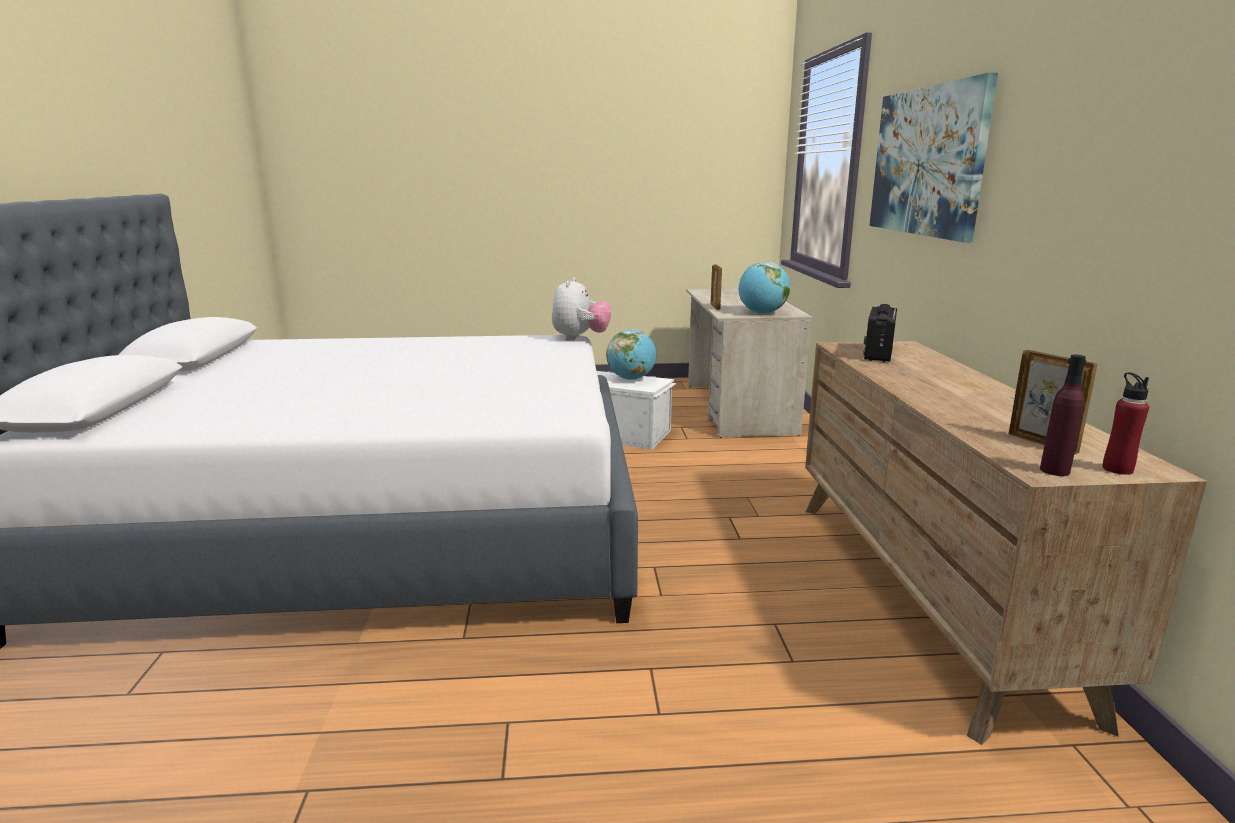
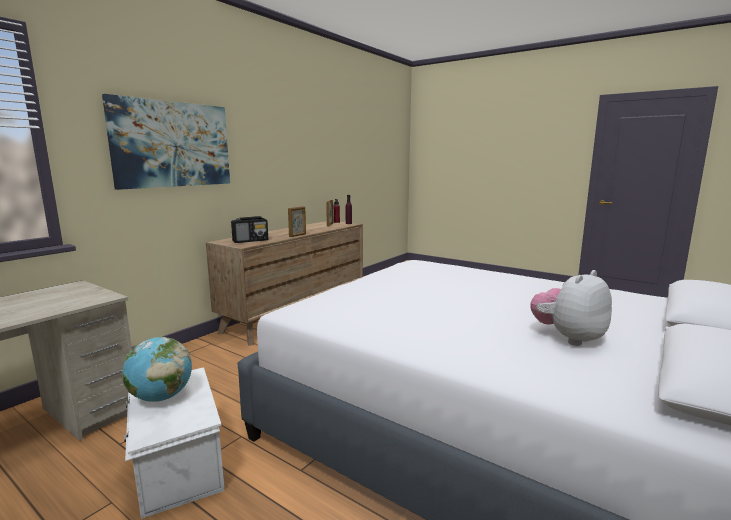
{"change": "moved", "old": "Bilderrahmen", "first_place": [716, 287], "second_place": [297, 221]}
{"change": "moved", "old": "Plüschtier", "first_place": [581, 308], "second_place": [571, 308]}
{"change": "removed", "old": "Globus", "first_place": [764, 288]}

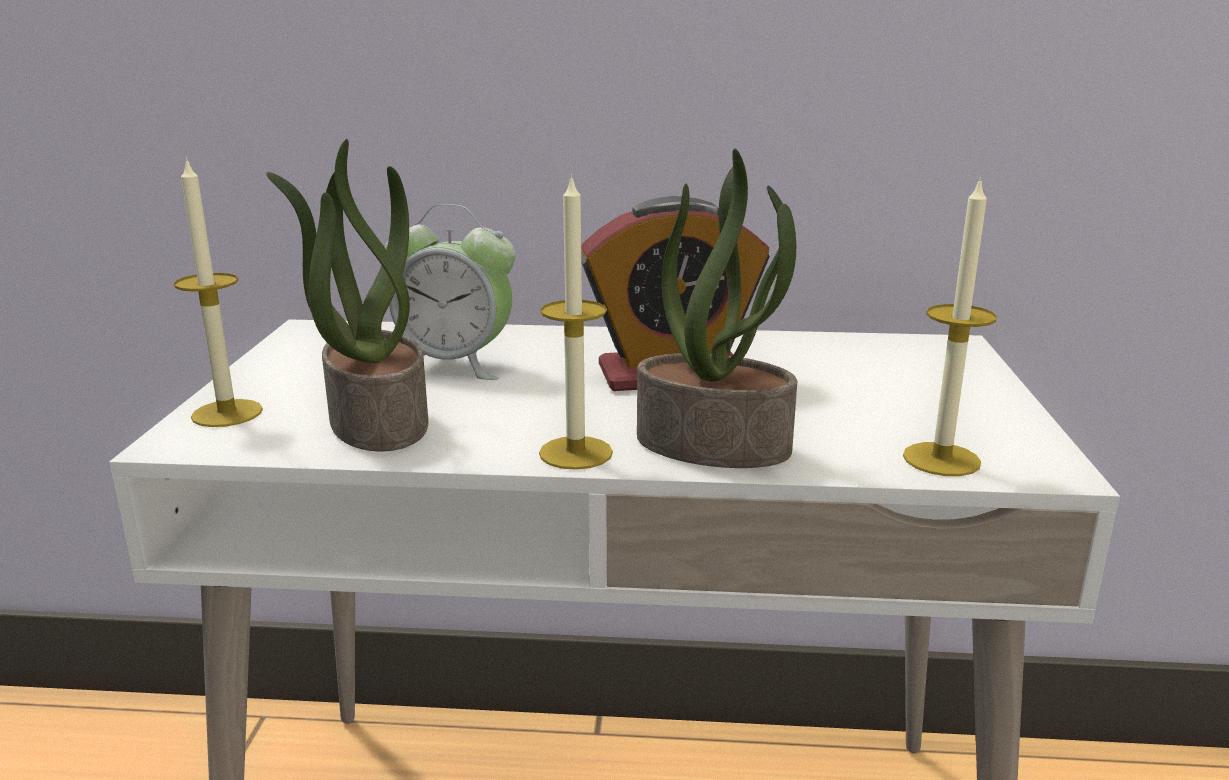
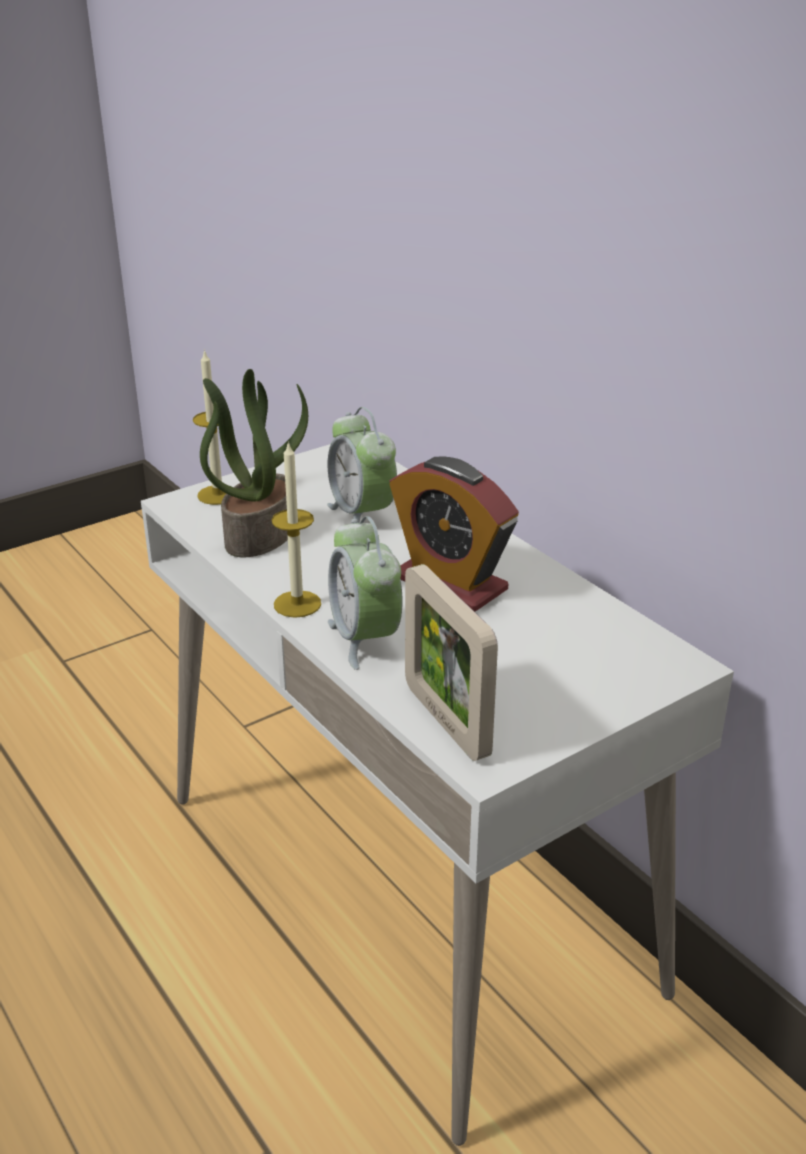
{"change": "replaced", "old": "Topfpflanze", "new": "Wecker", "first_place": [717, 308], "second_place": [365, 593]}
{"change": "replaced", "old": "Kerze", "new": "Bilderrahmen", "first_place": [950, 326], "second_place": [451, 662]}

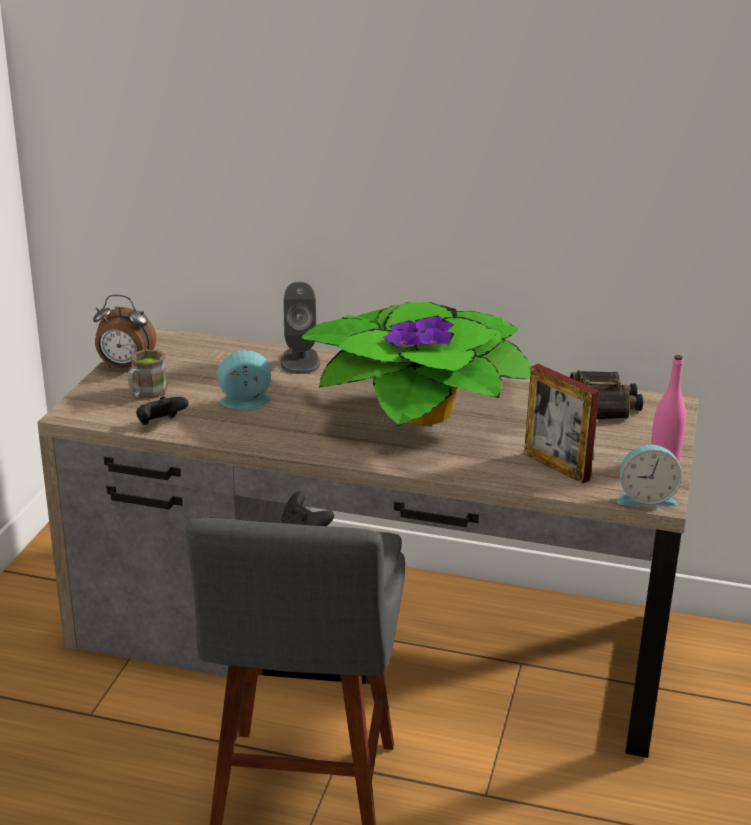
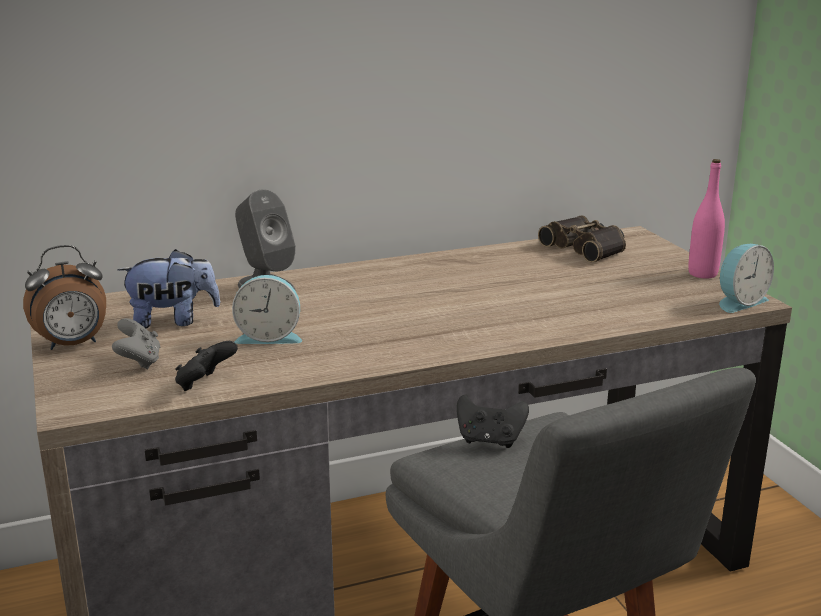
{"change": "replaced", "old": "Henkelbecher (braun)", "new": "Gamepad (grau)", "first_place": [147, 374], "second_place": [136, 344]}
{"change": "added", "new": "Plüschtier", "second_place": [169, 289]}
{"change": "turned", "old": "Wecker", "first_place": [244, 379], "second_place": [267, 309], "degrees": -135}
{"change": "removed", "old": "Topfpflanze", "first_place": [415, 364]}
{"change": "removed", "old": "Bilderrahmen", "first_place": [562, 424]}

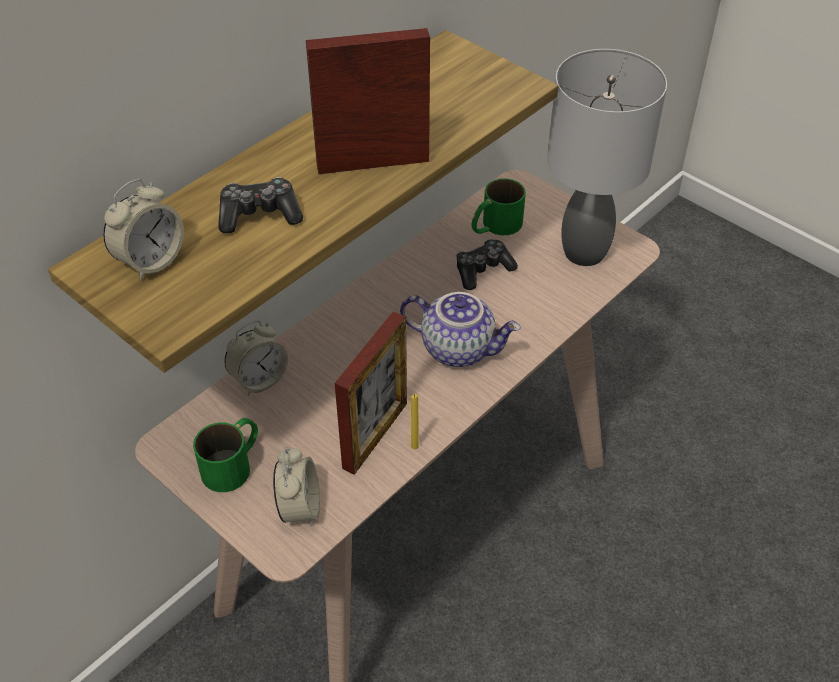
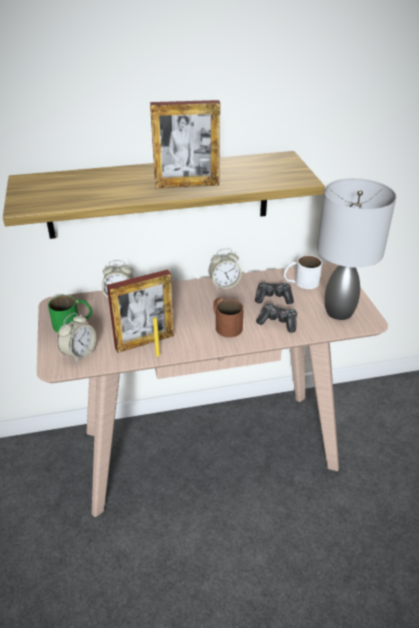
{"change": "turned", "old": "Bilderrahmen", "first_place": [368, 101], "second_place": [185, 144], "degrees": 150}
{"change": "moved", "old": "Wecker", "first_place": [143, 229], "second_place": [225, 269]}
{"change": "replaced", "old": "Teekanne", "new": "Henkelbecher (braun)", "first_place": [460, 329], "second_place": [228, 317]}
{"change": "moved", "old": "Gamepad", "first_place": [260, 205], "second_place": [276, 318]}
{"change": "recoloured", "old": "Henkelbecher (grün)", "new": "Henkelbecher (weiß)", "first_place": [499, 206], "second_place": [302, 272]}

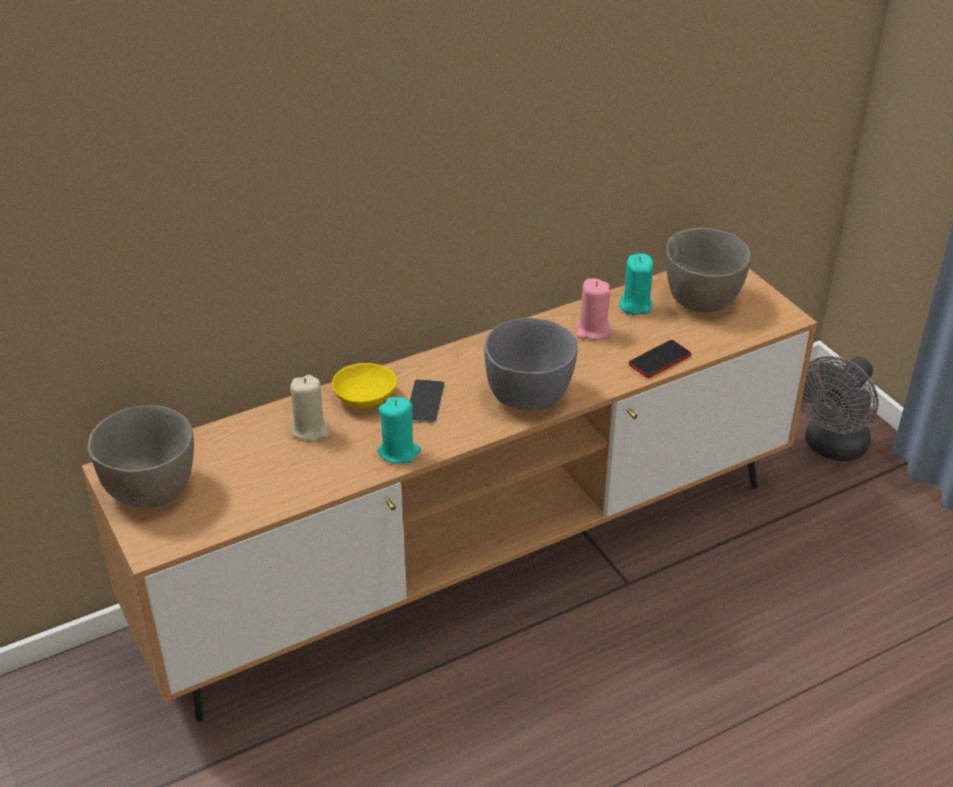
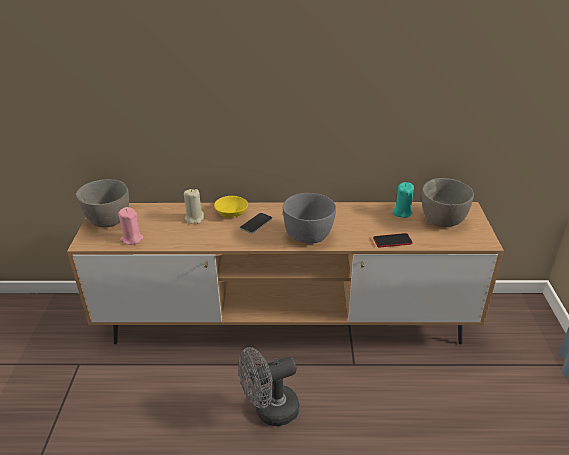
{"change": "moved", "old": "Kerze (rosa)", "first_place": [593, 309], "second_place": [131, 226]}
{"change": "moved", "old": "Ventilator (grau)", "first_place": [840, 408], "second_place": [268, 386]}
{"change": "removed", "old": "Kerze (türkis)", "first_place": [399, 430]}

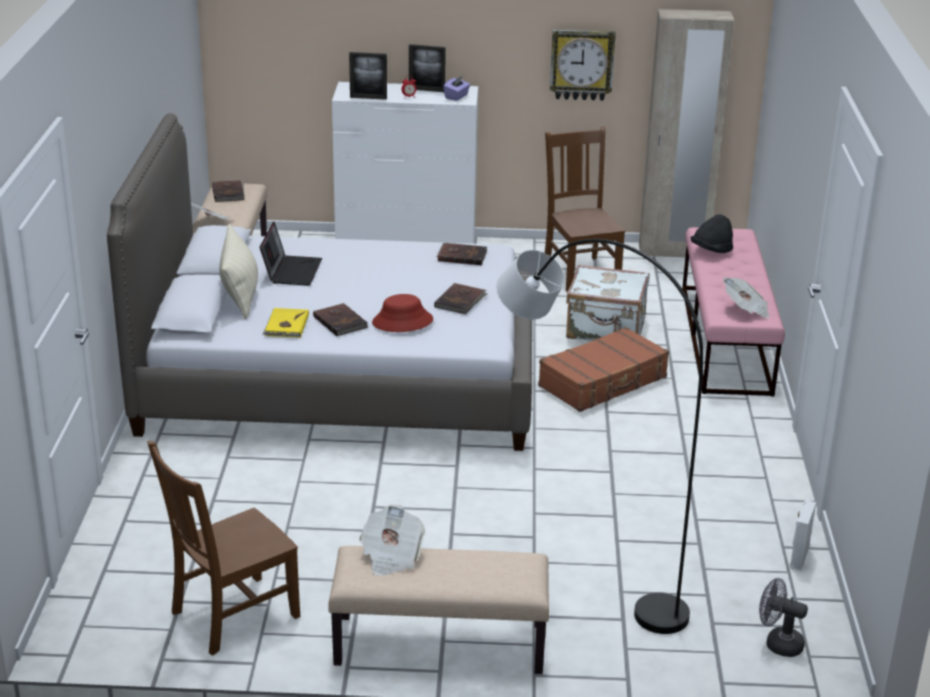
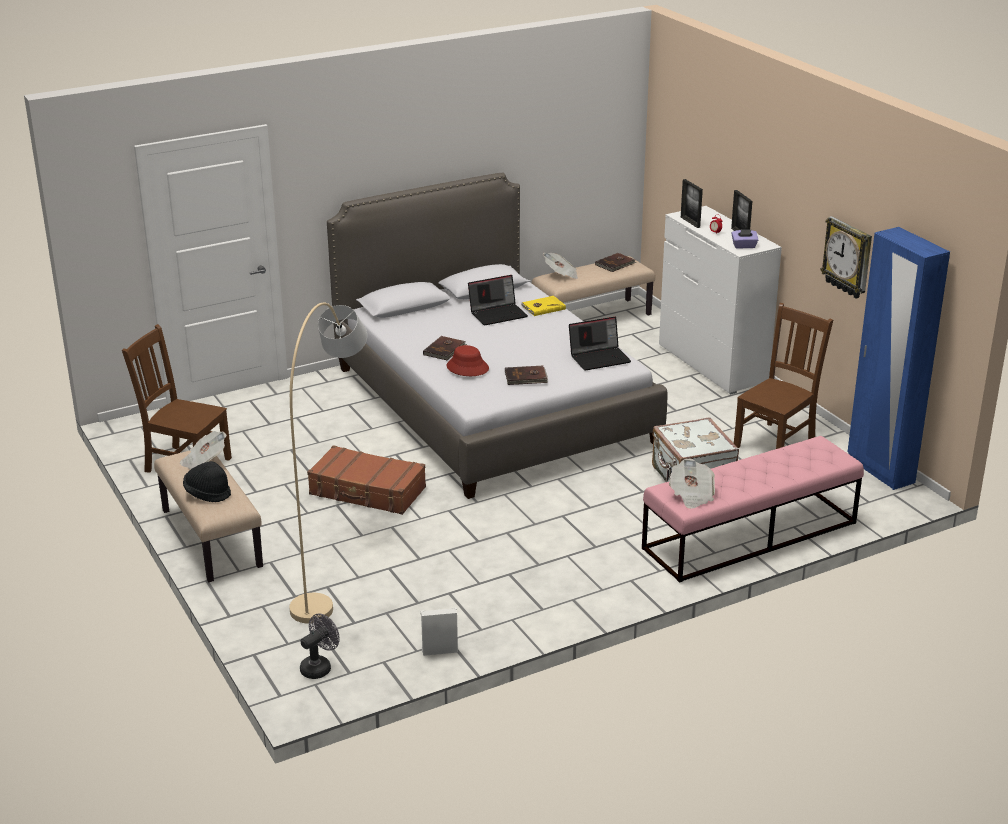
{"change": "moved", "old": "Hut (schwarz)", "first_place": [712, 233], "second_place": [207, 481]}
{"change": "recoloured", "old": "Stehlampe (schwarz)", "new": "Stehlampe (beige)", "first_place": [599, 436], "second_place": [328, 463]}
{"change": "turned", "old": "Ventilator (grau)", "first_place": [783, 617], "second_place": [320, 646], "degrees": 45}
{"change": "moved", "old": "Koffer (braun)", "first_place": [603, 369], "second_place": [366, 480]}
{"change": "moved", "old": "Buch (gelb)", "first_place": [285, 323], "second_place": [543, 306]}
{"change": "replaced", "old": "Buch (braun)", "new": "Laptop", "first_place": [462, 254], "second_place": [600, 343]}
{"change": "recoloured", "old": "Kleiderschrank (beige)", "new": "Kleiderschrank (blau)", "first_place": [686, 133], "second_place": [899, 358]}
{"change": "removed", "old": "Kissen (beige)", "first_place": [238, 271]}

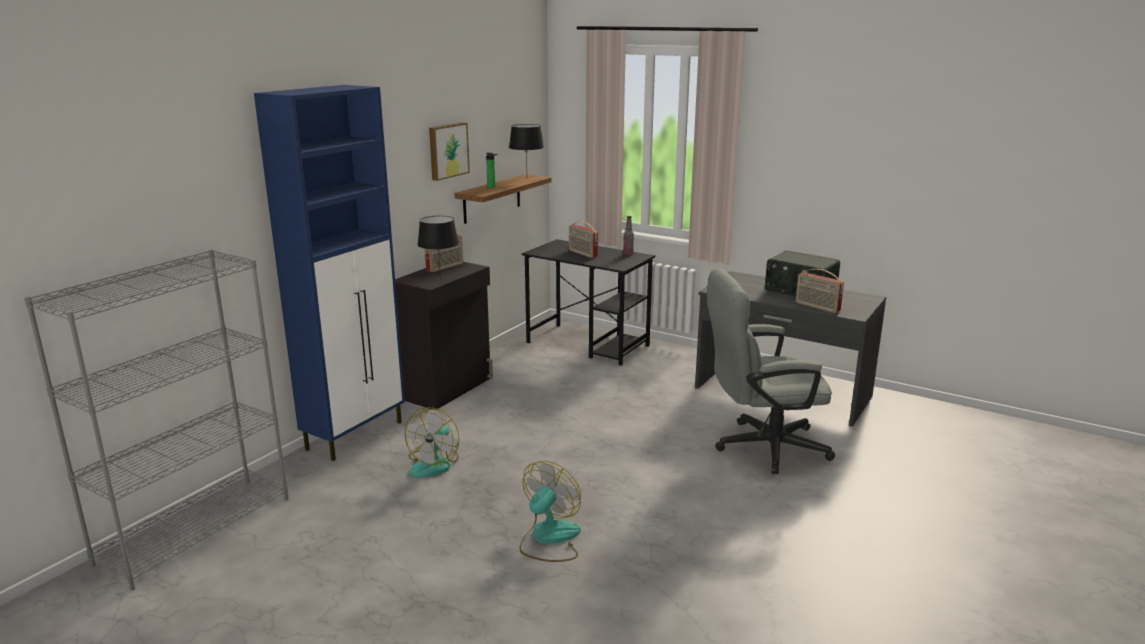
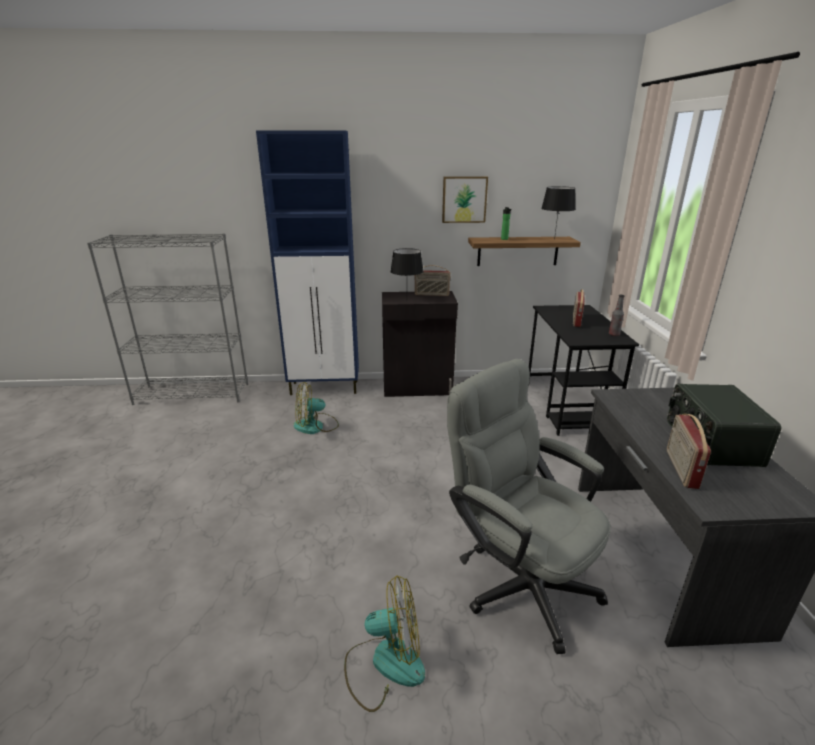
{"change": "moved", "old": "Ventilator", "first_place": [550, 511], "second_place": [384, 644]}

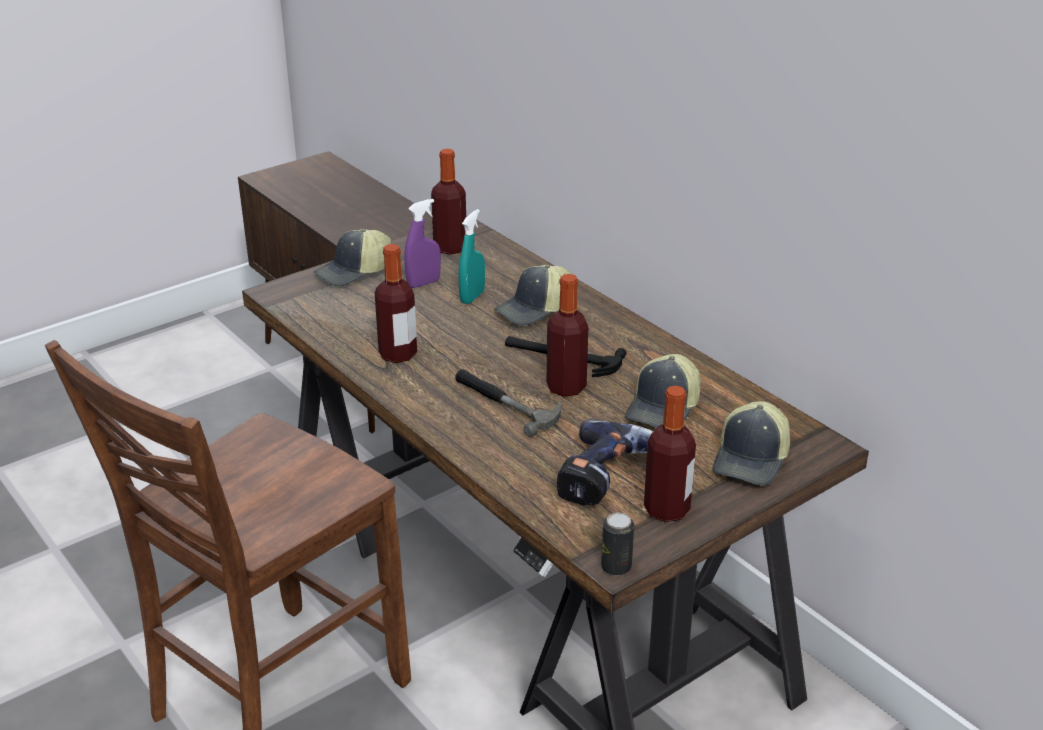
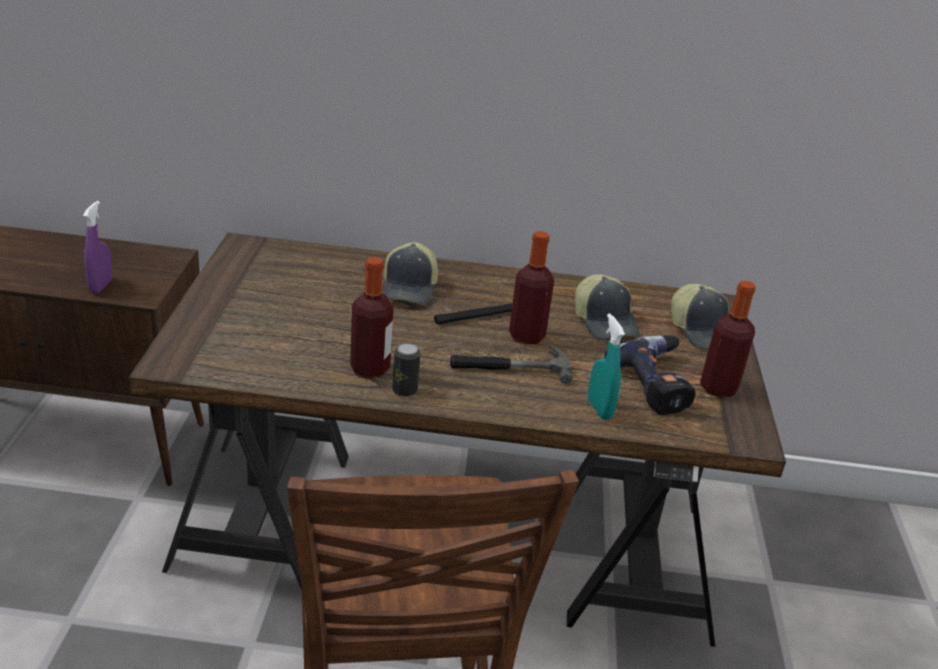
{"change": "moved", "old": "Sprühflasche (lila)", "first_place": [422, 243], "second_place": [97, 247]}
{"change": "moved", "old": "Dose", "first_place": [617, 544], "second_place": [406, 370]}
{"change": "moved", "old": "Sprühflasche (türkis)", "first_place": [471, 256], "second_place": [606, 366]}
{"change": "removed", "old": "Kappe", "first_place": [352, 258]}
{"change": "removed", "old": "Flasche", "first_place": [448, 202]}

